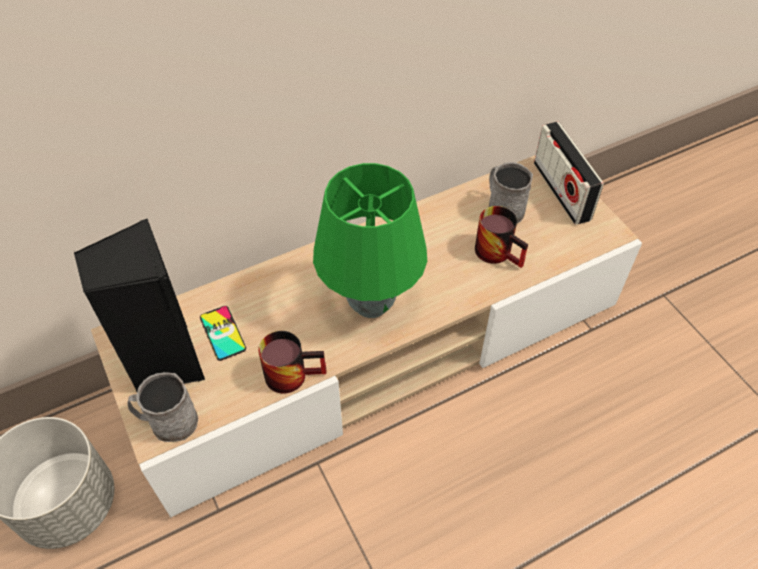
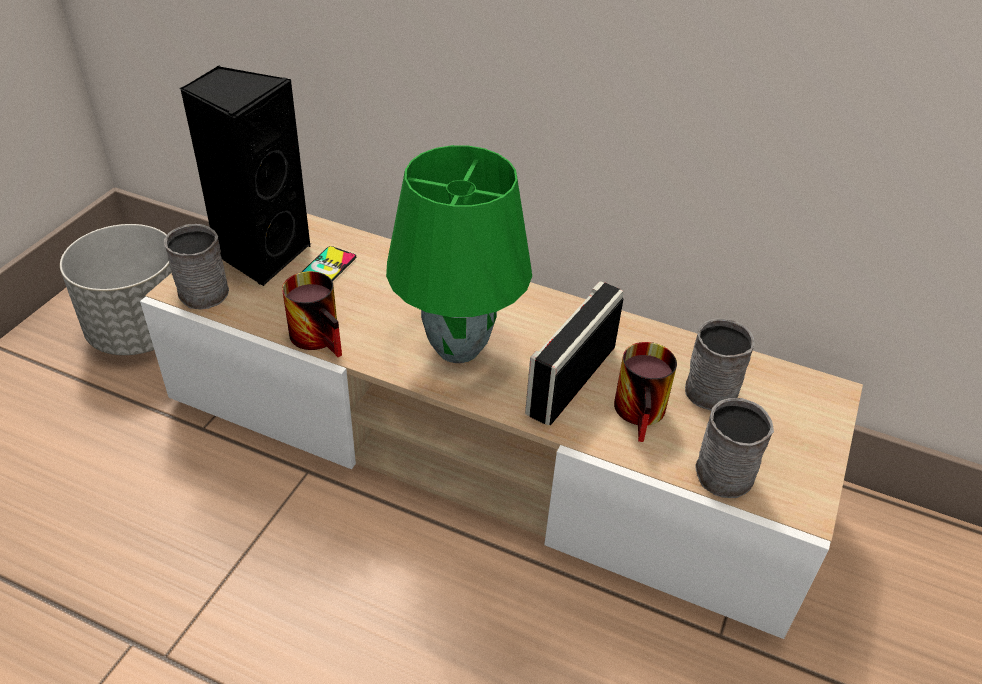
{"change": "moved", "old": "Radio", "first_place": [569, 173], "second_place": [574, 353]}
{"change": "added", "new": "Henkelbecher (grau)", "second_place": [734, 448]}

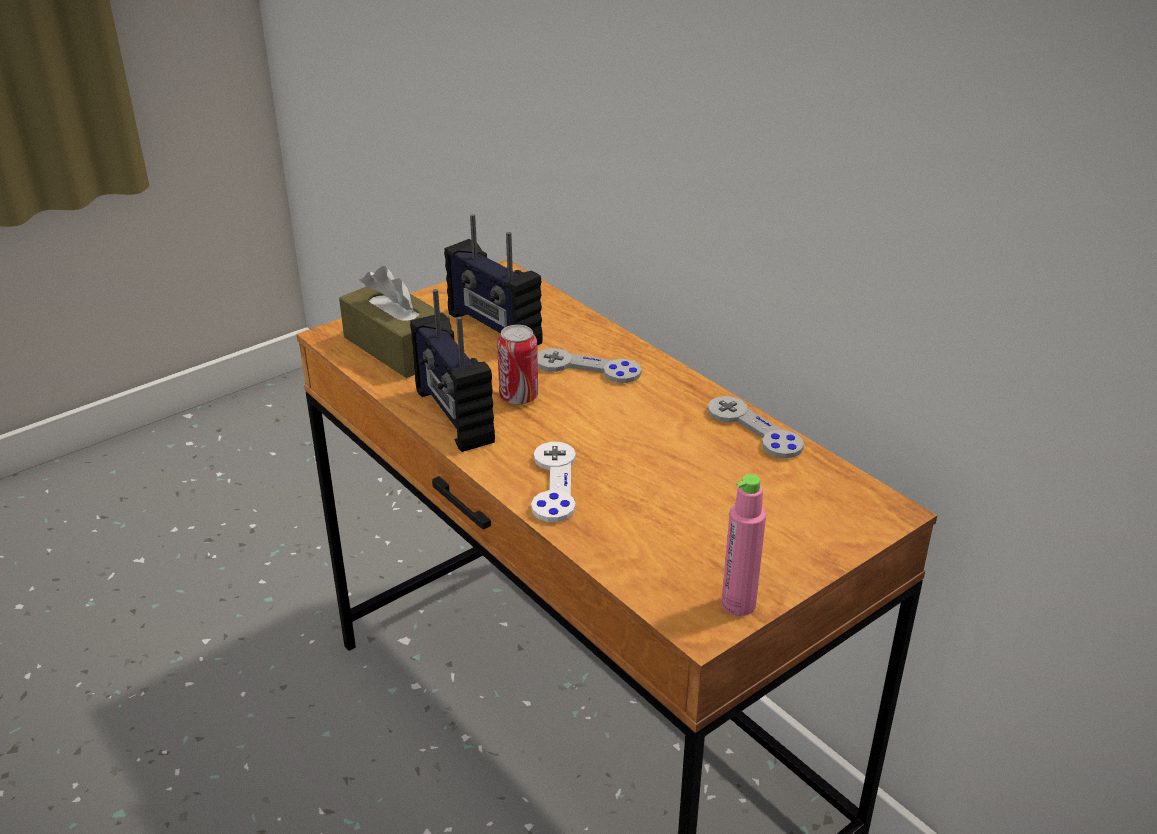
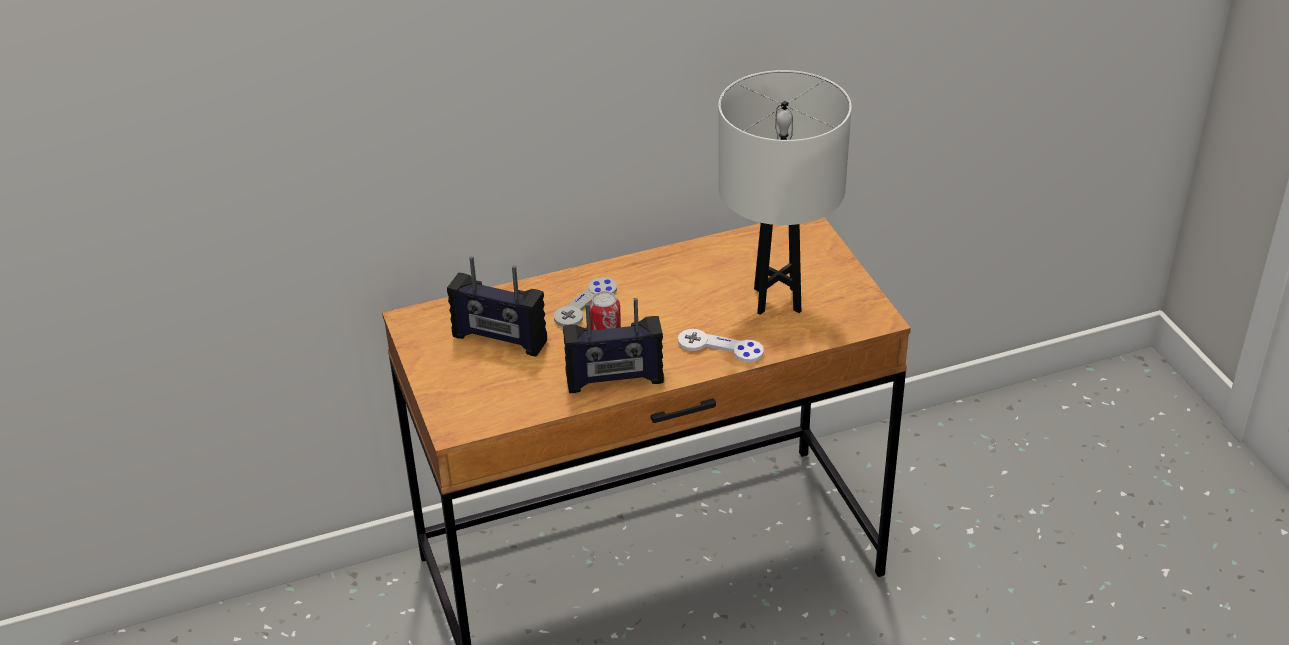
{"change": "turned", "old": "Radio", "first_place": [493, 279], "second_place": [497, 306], "degrees": 45}
{"change": "added", "new": "Tischlampe (weiß)", "second_place": [785, 192]}
{"change": "removed", "old": "Taschentuchbox (braun)", "first_place": [394, 322]}
{"change": "removed", "old": "Gamepad (grau)", "first_place": [756, 427]}
{"change": "removed", "old": "Flasche (rosa)", "first_place": [744, 545]}

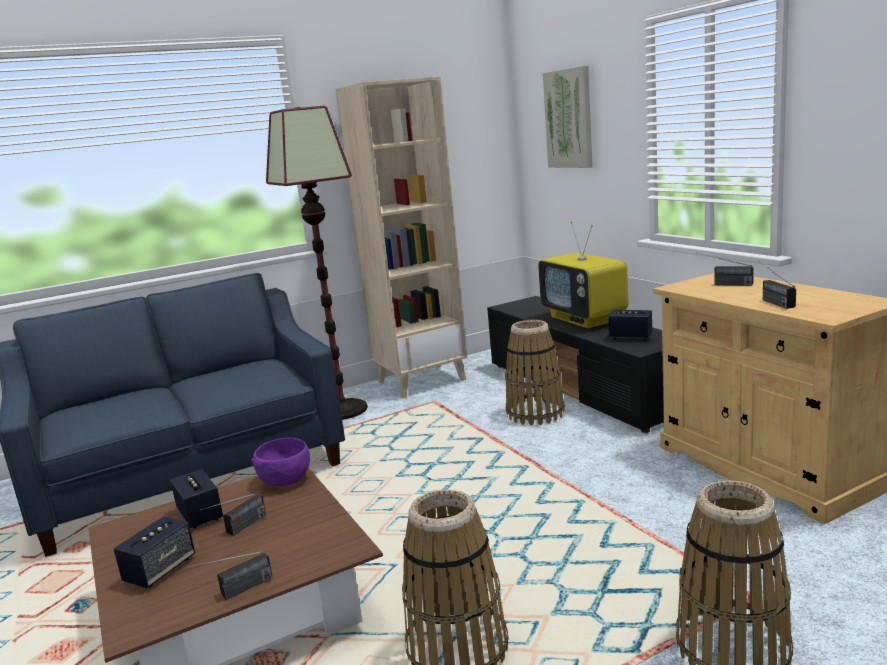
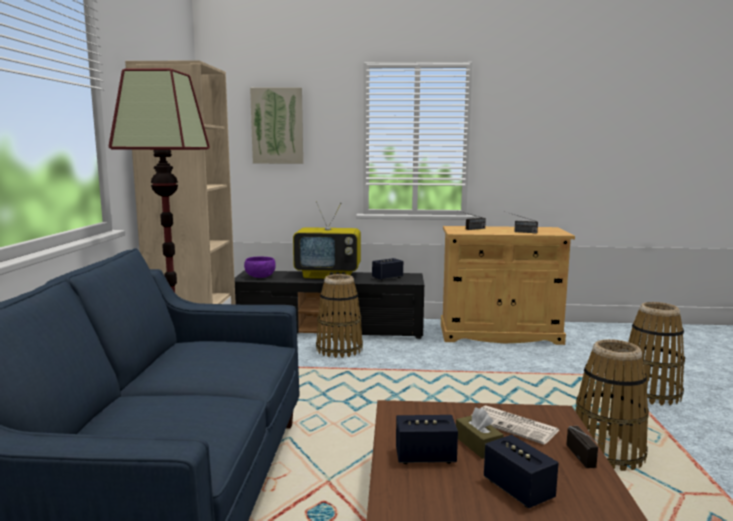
{"change": "moved", "old": "Schüssel (lila)", "first_place": [280, 462], "second_place": [260, 267]}
{"change": "replaced", "old": "Radio", "new": "Taschentuchbox (braun)", "first_place": [233, 515], "second_place": [480, 433]}
{"change": "added", "new": "Zeitung", "second_place": [515, 425]}

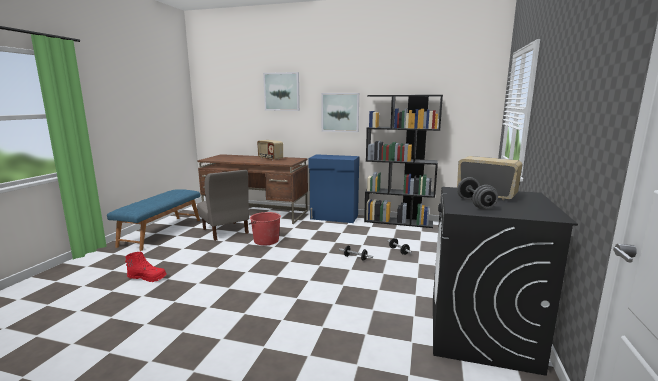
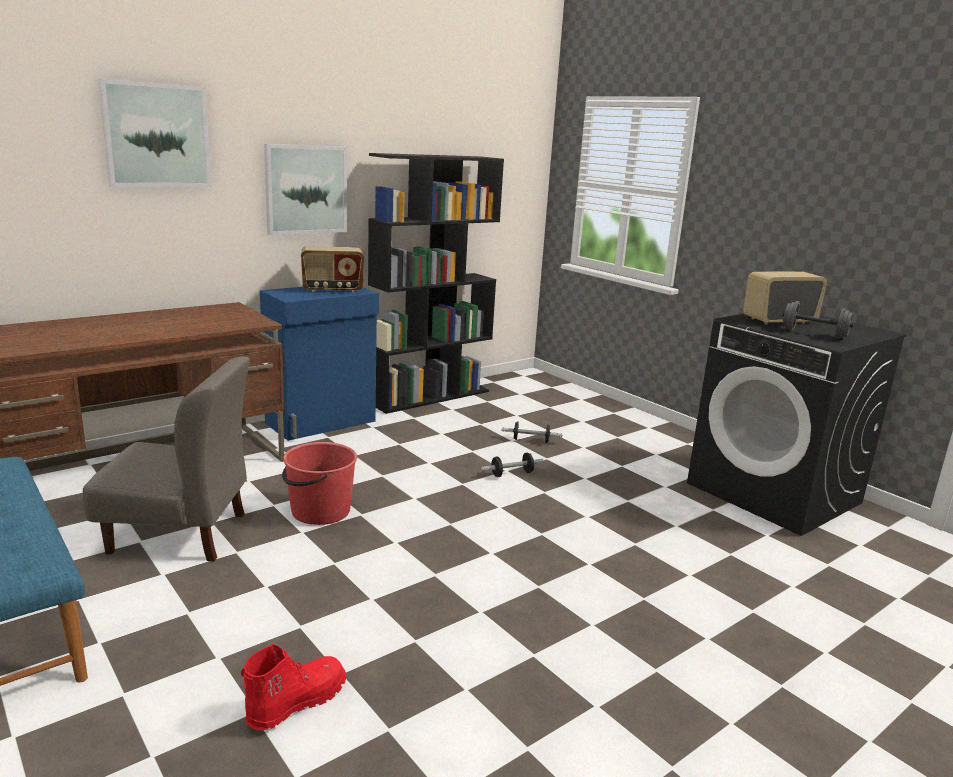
{"change": "moved", "old": "Radio", "first_place": [270, 150], "second_place": [332, 269]}

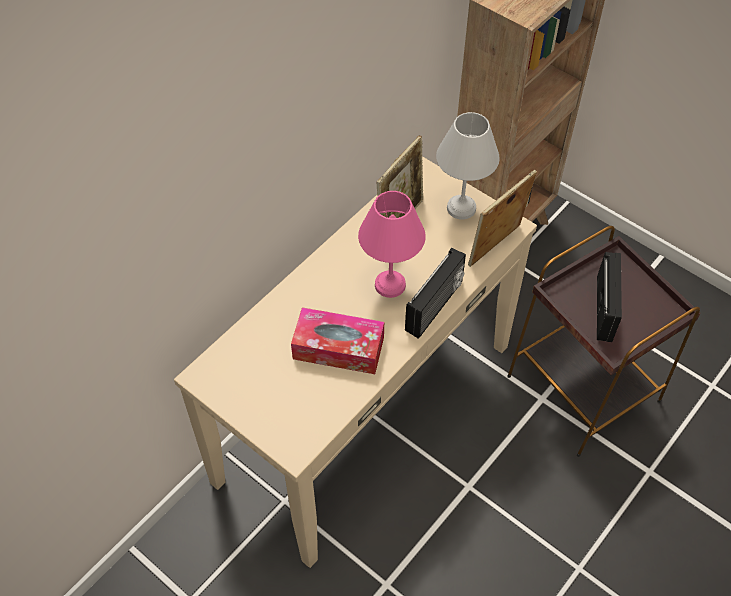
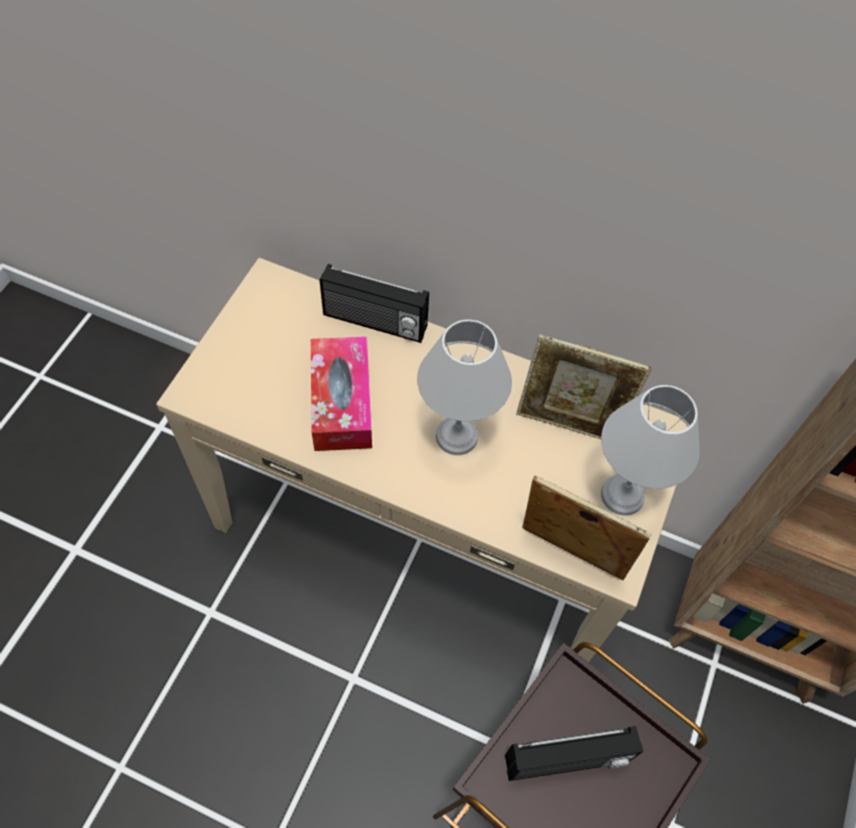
{"change": "moved", "old": "Radio", "first_place": [435, 293], "second_place": [374, 303]}
{"change": "recoloured", "old": "Tischlampe (rosa)", "new": "Tischlampe (weiß)", "first_place": [392, 244], "second_place": [464, 387]}

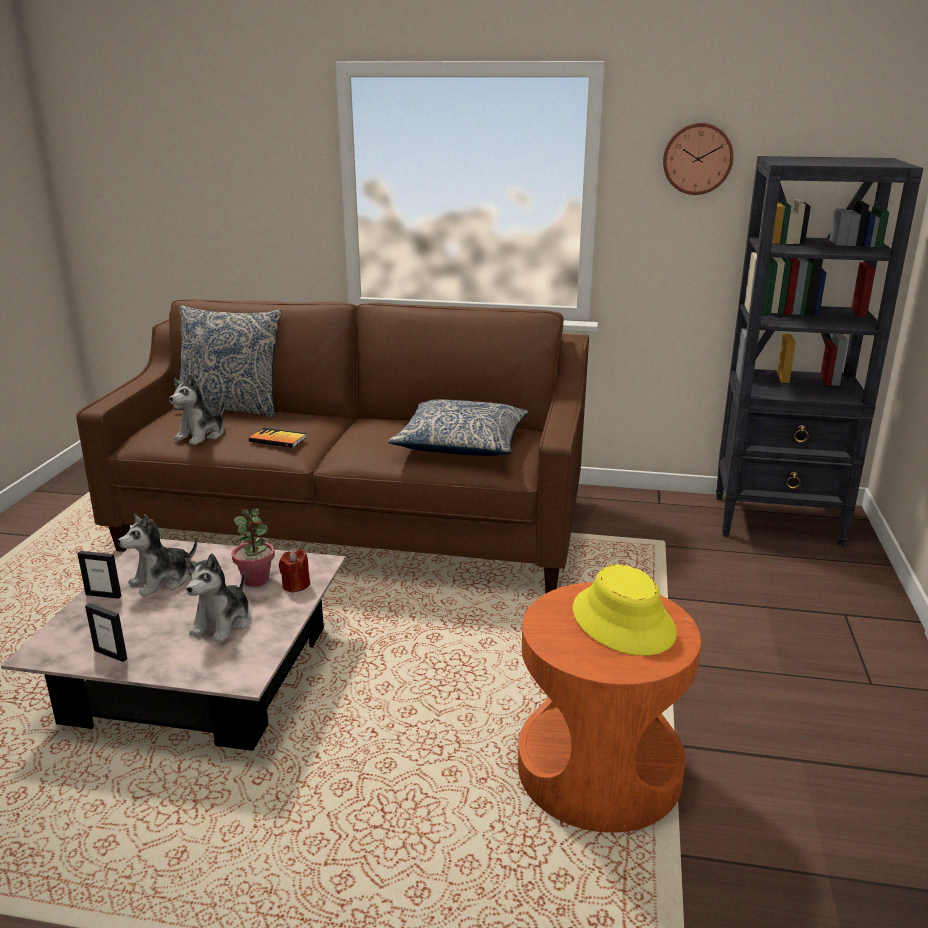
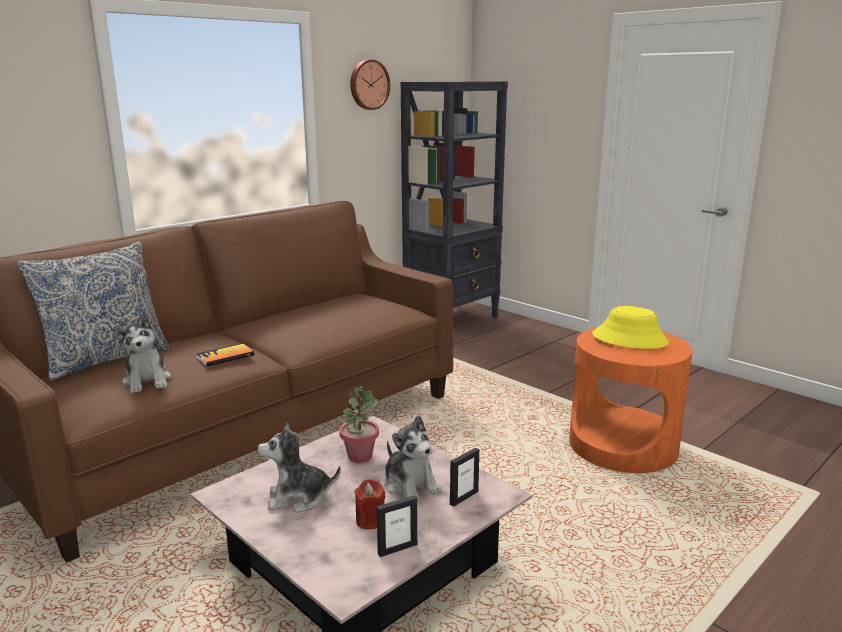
{"change": "turned", "old": "Plüschtier", "first_place": [157, 555], "second_place": [299, 468], "degrees": 90}
{"change": "moved", "old": "Kerze (rot)", "first_place": [295, 571], "second_place": [369, 504]}
{"change": "moved", "old": "Bilderrahmen", "first_place": [99, 575], "second_place": [464, 477]}
{"change": "removed", "old": "Kissen", "first_place": [458, 427]}

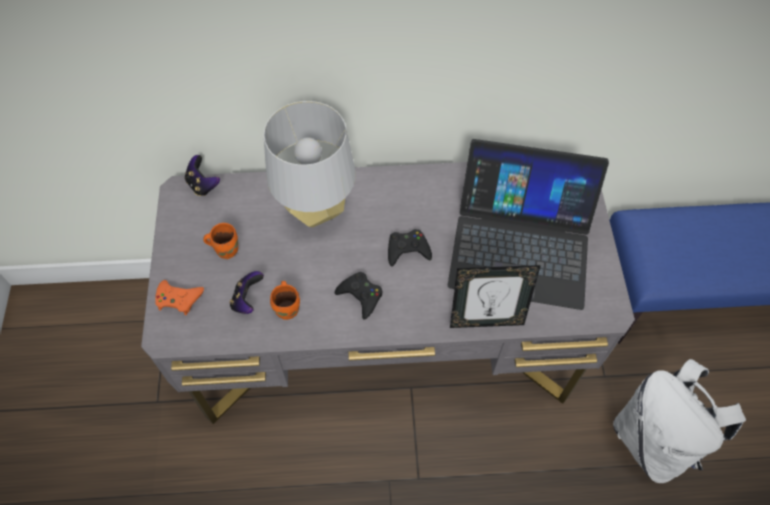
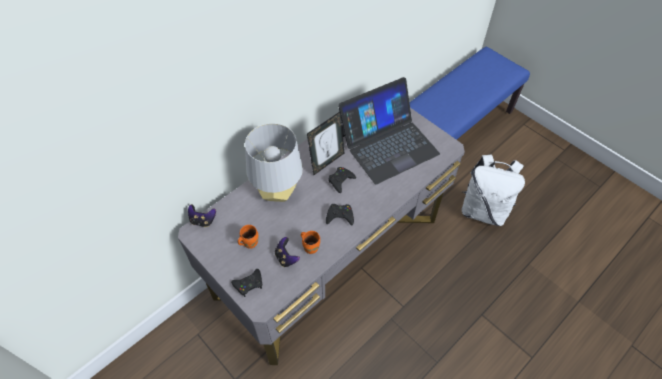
{"change": "recoloured", "old": "Gamepad (orange)", "new": "Gamepad (schwarz)", "first_place": [179, 297], "second_place": [246, 283]}
{"change": "moved", "old": "Bilderrahmen", "first_place": [495, 296], "second_place": [325, 143]}

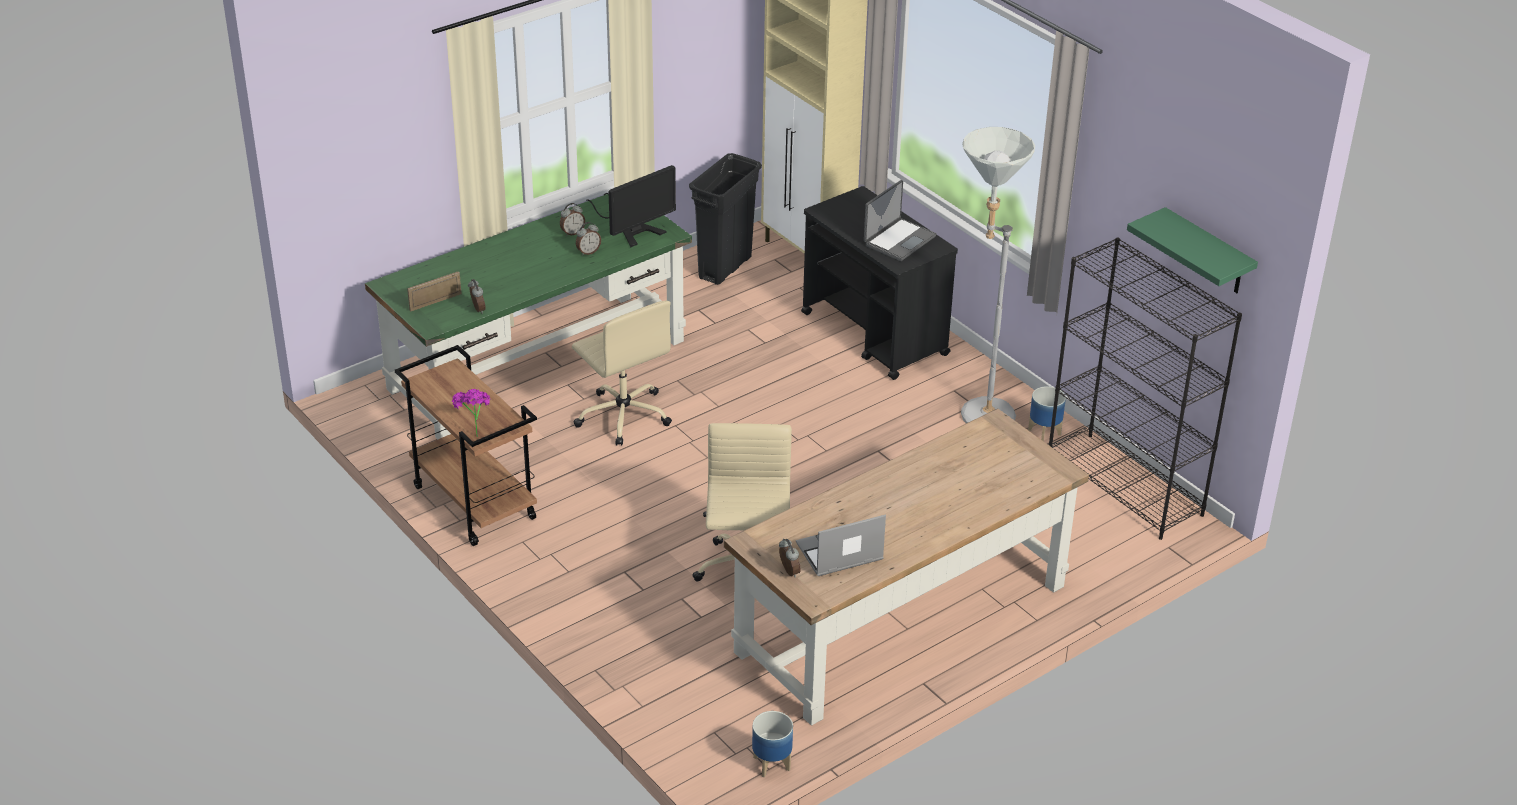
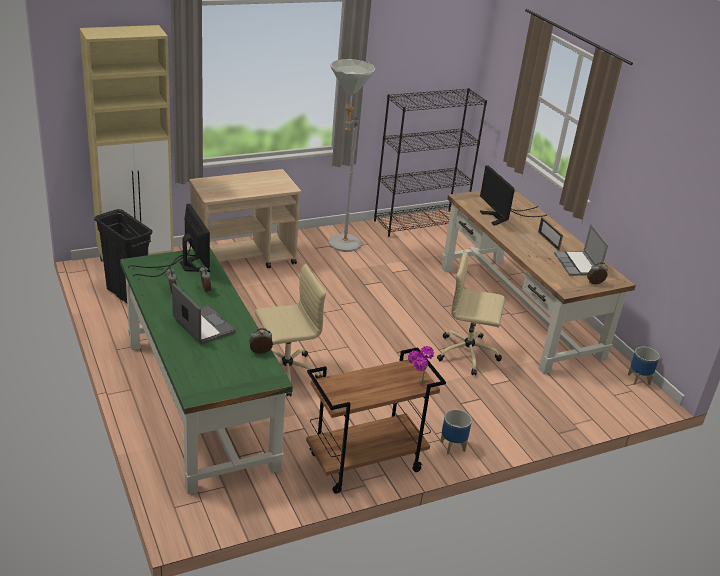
{"change": "moved", "old": "Laptop", "first_place": [900, 220], "second_place": [204, 313]}
{"change": "recoloured", "old": "Rollwagen (schwarz)", "new": "Rollwagen (beige)", "first_place": [879, 283], "second_place": [245, 218]}
{"change": "moved", "old": "Pflanzkübel", "first_place": [1047, 413], "second_place": [456, 432]}
{"change": "added", "new": "Monitor", "second_place": [513, 195]}
{"change": "moved", "old": "Bilderrahmen", "first_place": [434, 291], "second_place": [550, 234]}
{"change": "removed", "old": "Wandregal (grün)", "first_place": [1192, 250]}

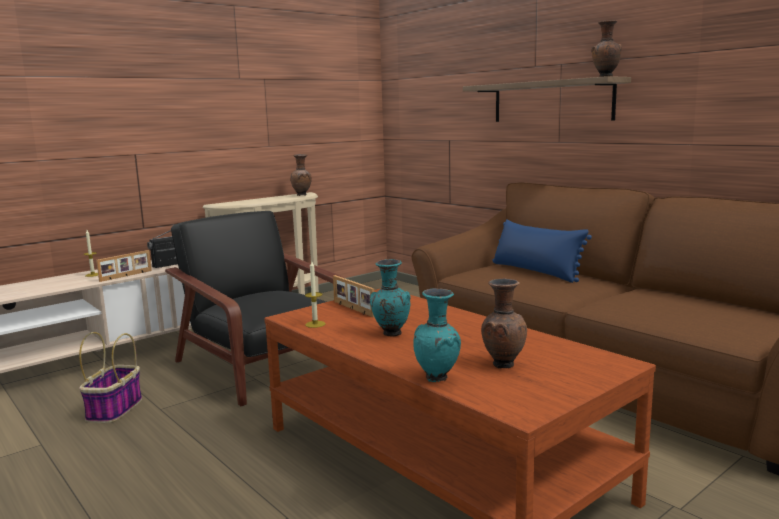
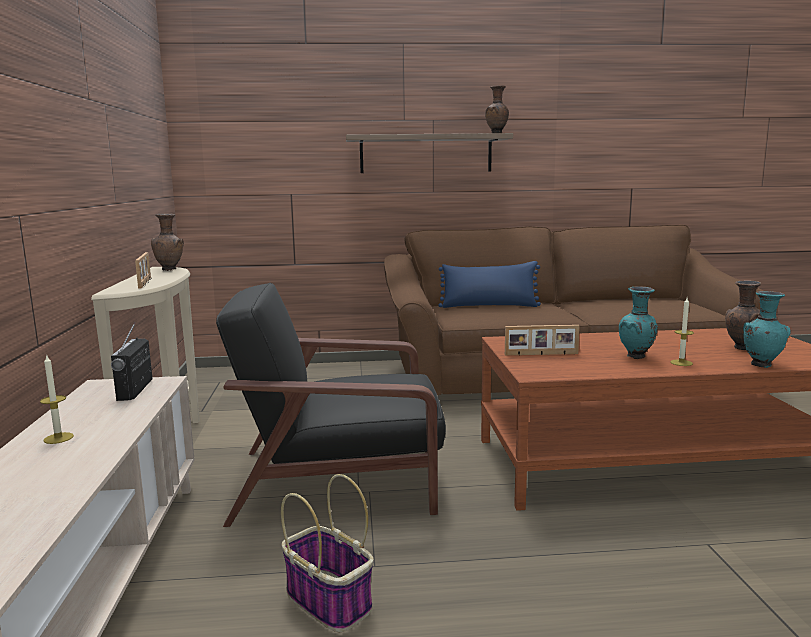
{"change": "moved", "old": "Bilderrahmen", "first_place": [124, 266], "second_place": [143, 270]}
{"change": "moved", "old": "Kerze", "first_place": [315, 294], "second_place": [682, 332]}

